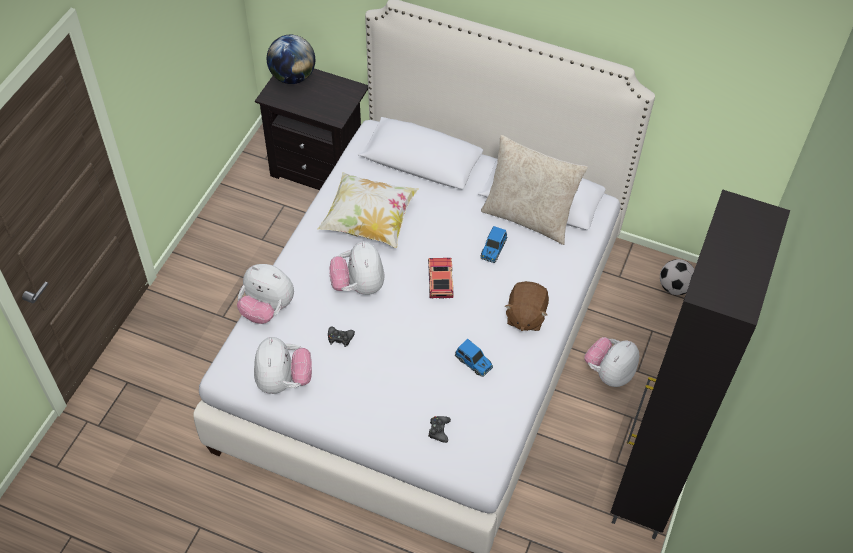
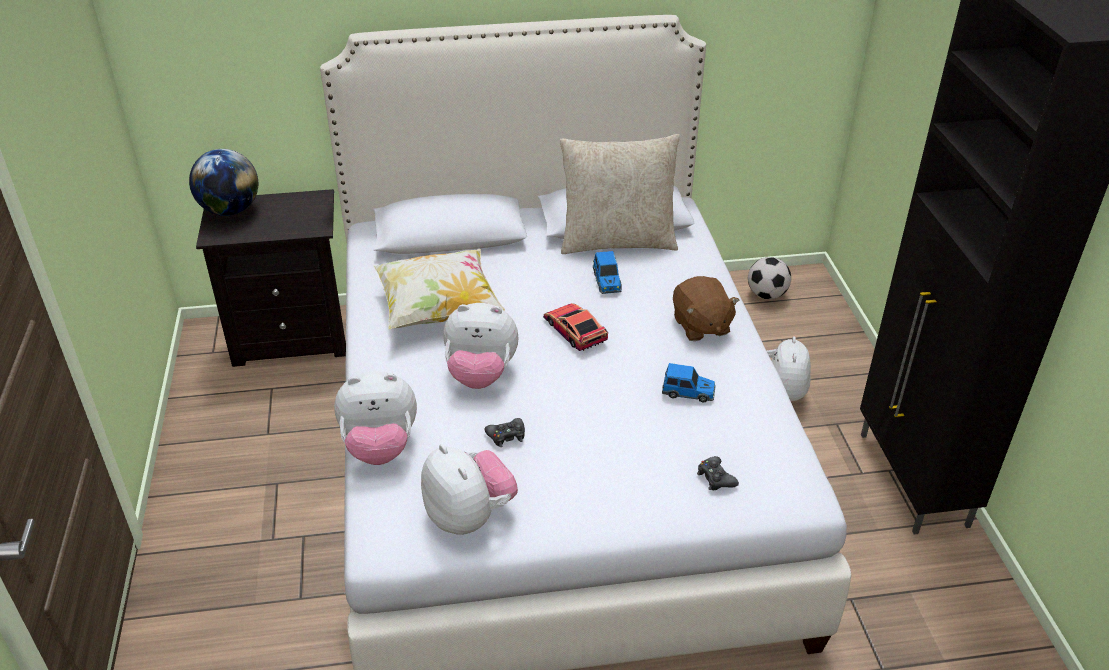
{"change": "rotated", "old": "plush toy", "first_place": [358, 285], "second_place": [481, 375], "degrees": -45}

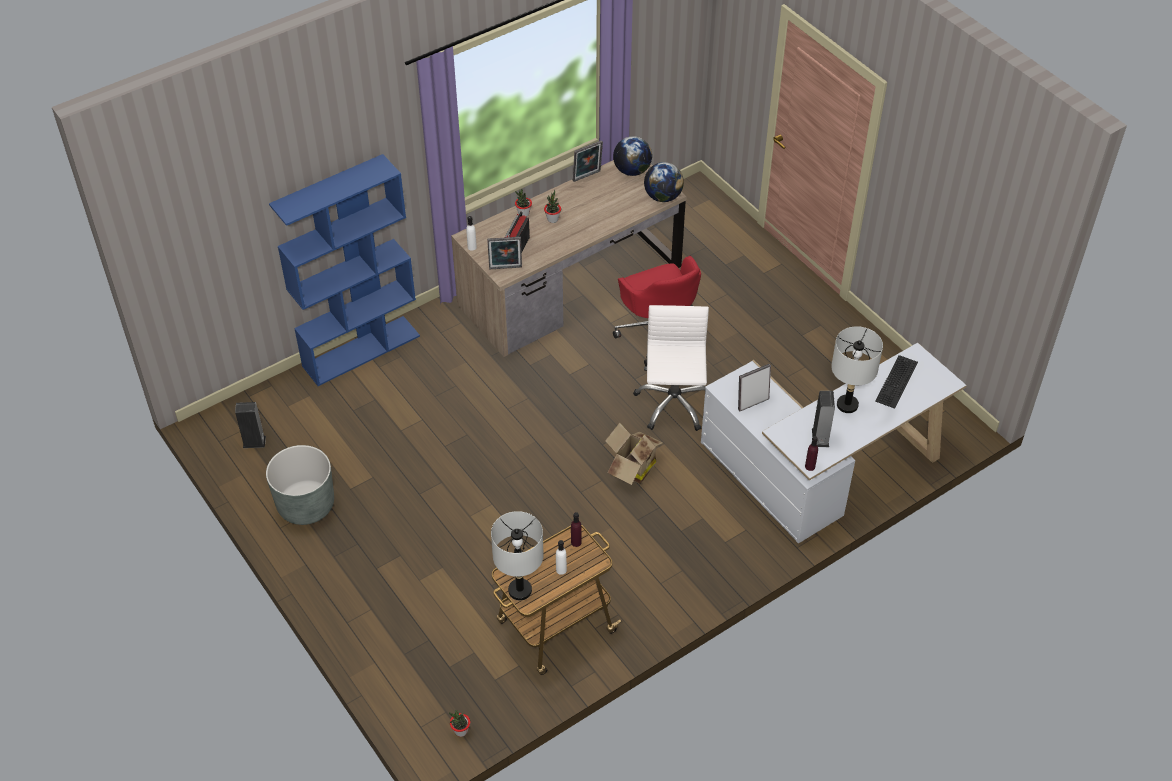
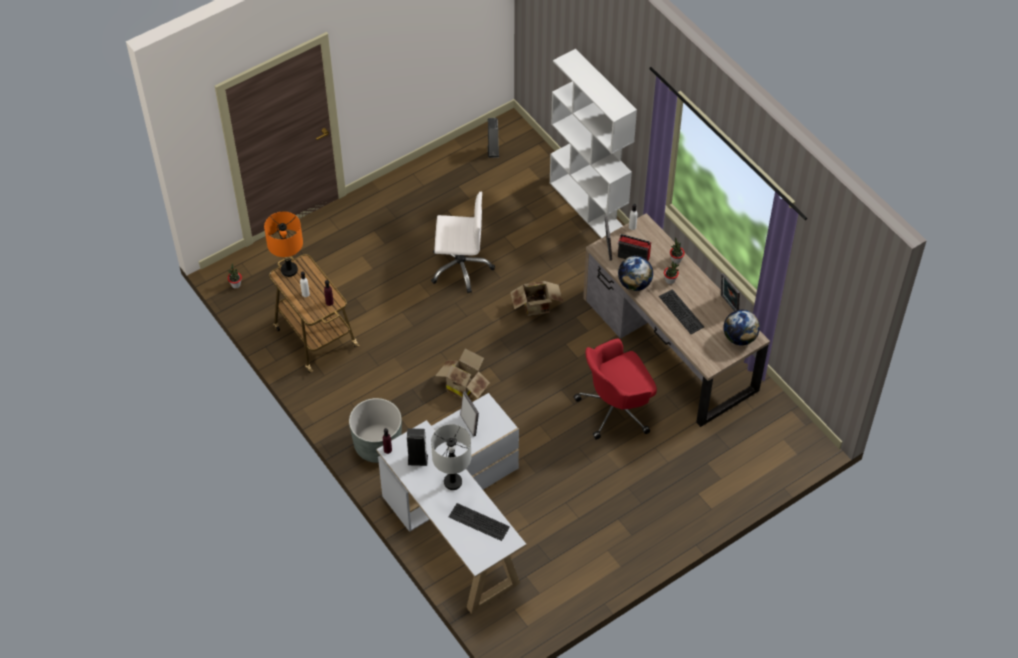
{"change": "repainted", "old": "gray lamp for a table", "new": "orange lamp for a table", "first_place": [520, 590], "second_place": [289, 270]}
{"change": "shifted", "old": "gray flower pot", "first_place": [306, 505], "second_place": [378, 445]}
{"change": "shifted", "old": "whitish office chair", "first_place": [673, 404], "second_place": [461, 267]}
{"change": "new", "new": "carton", "second_place": [537, 308]}
{"change": "repainted", "old": "blue bookshelf", "new": "whitish bookshelf", "first_place": [361, 350], "second_place": [588, 206]}
{"change": "shifted", "old": "world globe", "first_place": [663, 197], "second_place": [634, 284]}
{"change": "new", "new": "PC keyboard", "second_place": [682, 311]}

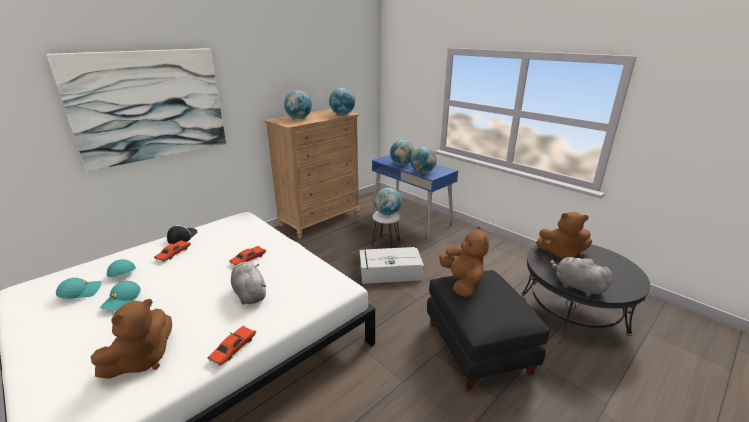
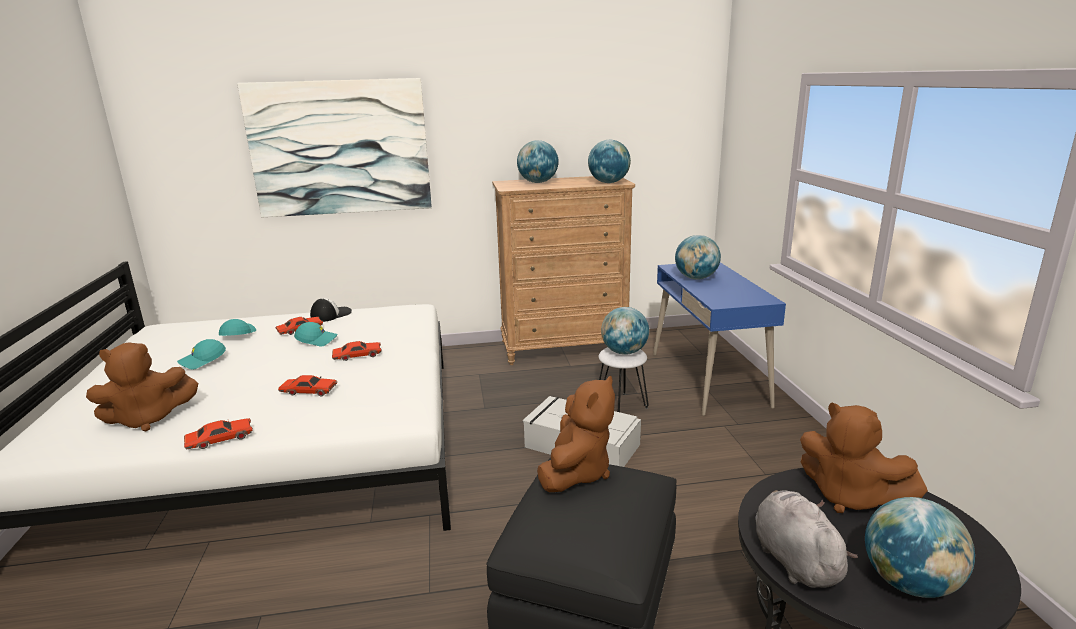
{"change": "swapped", "old": "gray plush toy", "new": "red miniature car", "first_place": [249, 293], "second_place": [308, 391]}
{"change": "shifted", "old": "blue-green baseball cap", "first_place": [81, 292], "second_place": [317, 340]}
{"change": "shifted", "old": "world globe", "first_place": [422, 172], "second_place": [909, 583]}

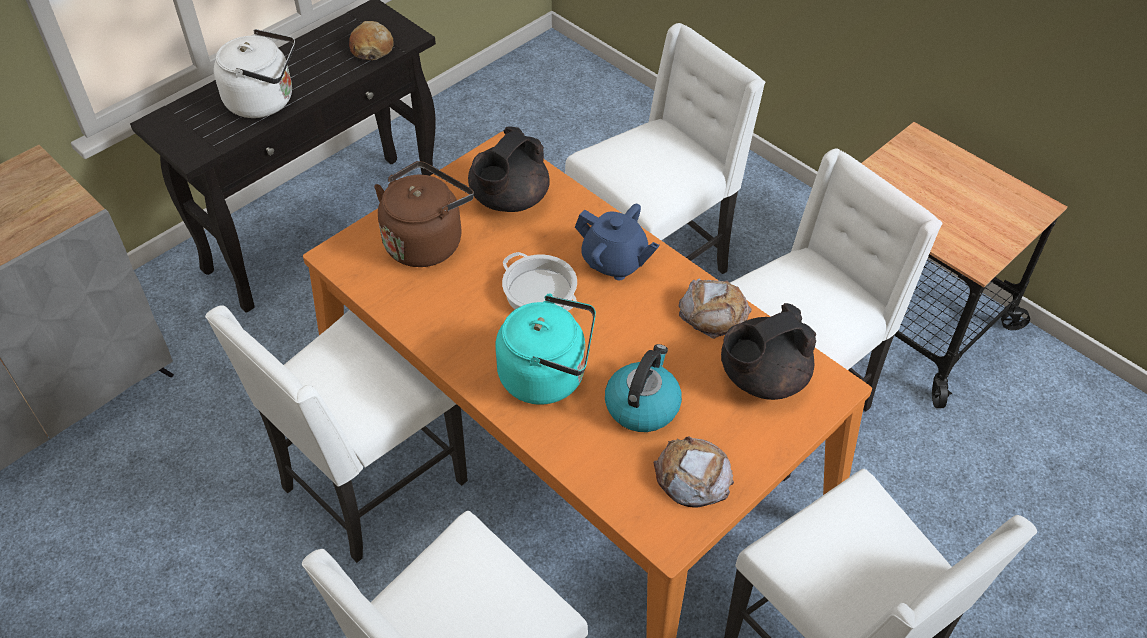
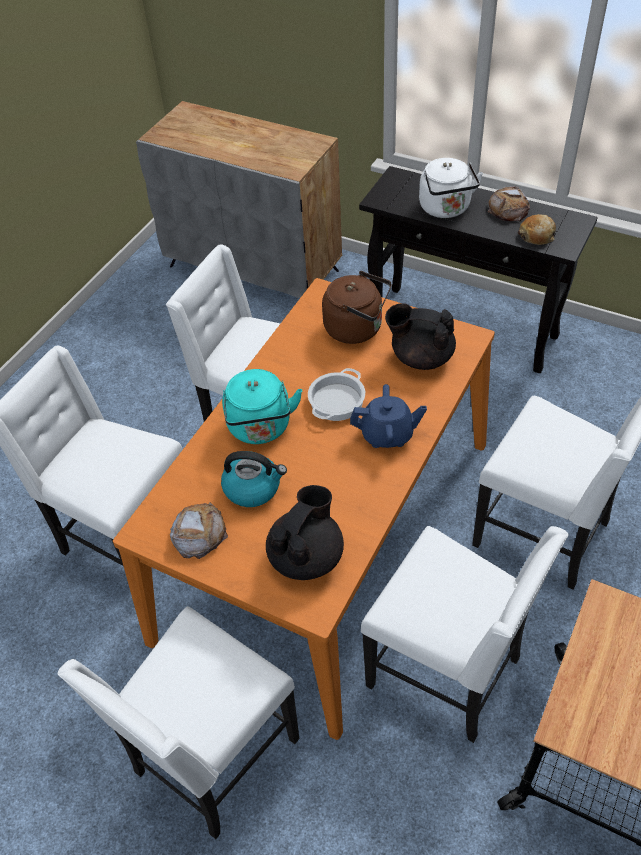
{"change": "rotated", "old": "black-coloured teapot", "first_place": [761, 378], "second_place": [306, 556], "degrees": 75}
{"change": "rotated", "old": "blue teapot", "first_place": [615, 262], "second_place": [387, 435], "degrees": -105}
{"change": "shifted", "old": "baked bread", "first_place": [714, 312], "second_place": [508, 209]}

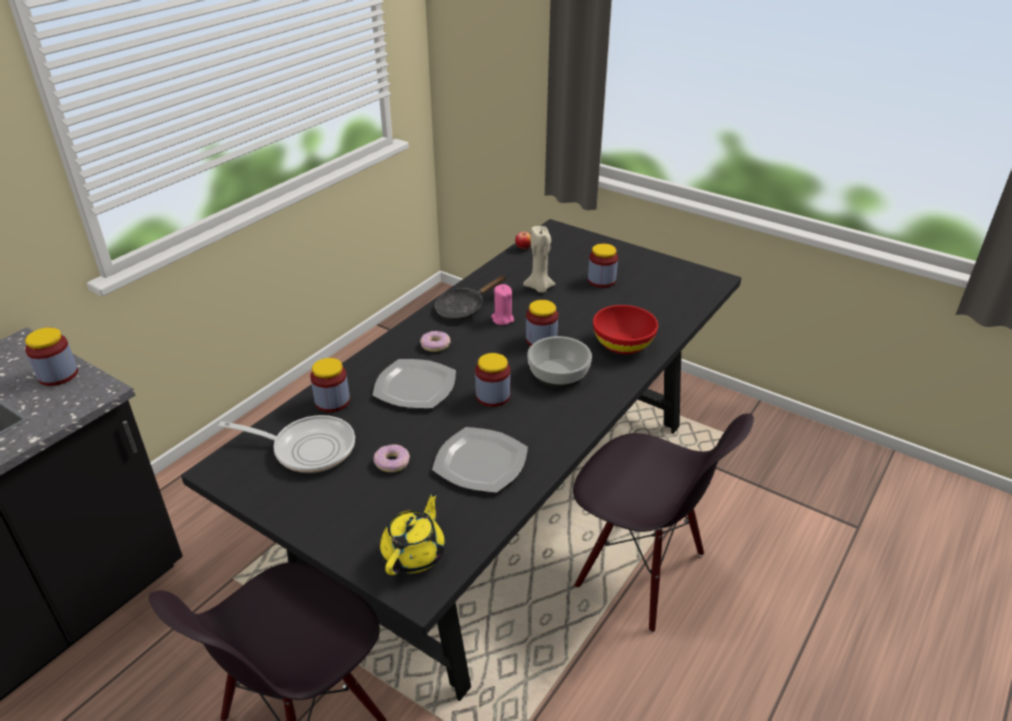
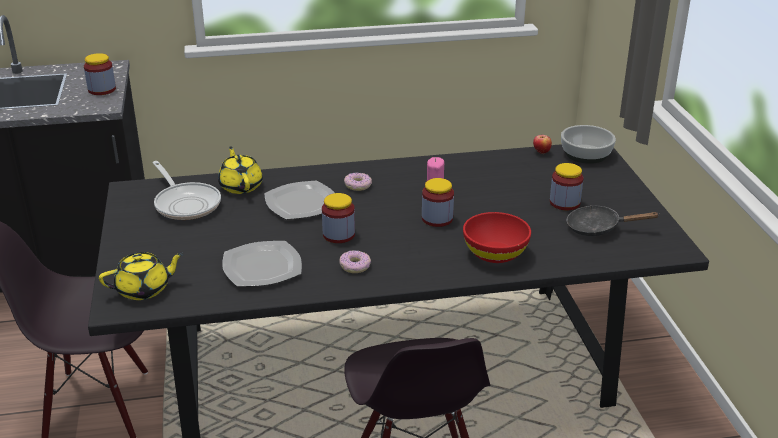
{"change": "swapped", "old": "preserve jar", "new": "yellow teapot", "first_place": [332, 401], "second_place": [241, 186]}
{"change": "shifted", "old": "ring doughnut", "first_place": [392, 462], "second_place": [355, 266]}
{"change": "shifted", "old": "deep dish", "first_place": [558, 373], "second_place": [586, 153]}
{"change": "shifted", "old": "black-coloured pan", "first_place": [464, 309], "second_place": [598, 228]}
{"change": "gone", "old": "sand-coloured wax candle", "first_place": [539, 288]}

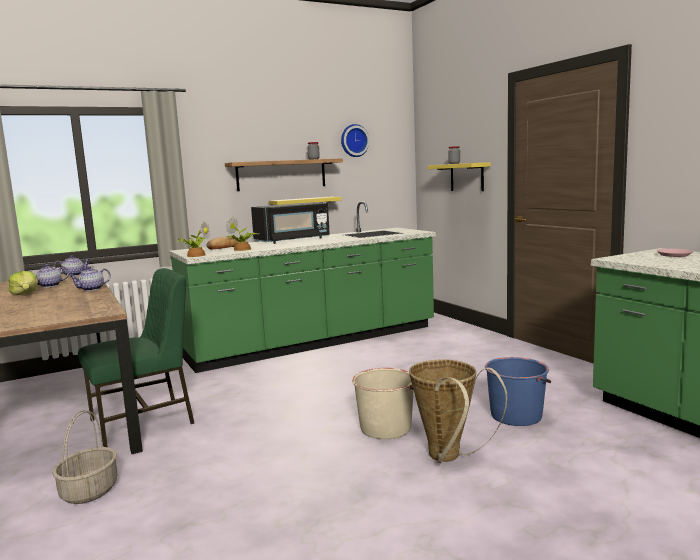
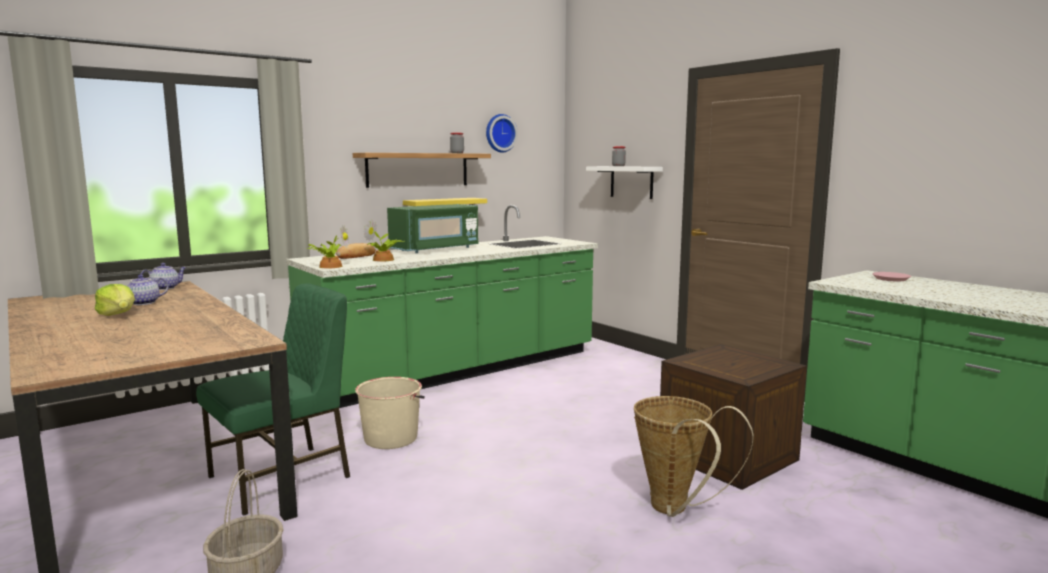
{"change": "shifted", "old": "sand-coloured bucket", "first_place": [386, 428], "second_place": [391, 438]}
{"change": "repainted", "old": "black-coloured microwave oven", "new": "greenish microwave oven", "first_place": [293, 240], "second_place": [436, 249]}
{"change": "repainted", "old": "yellow shelf", "new": "whitish shelf", "first_place": [467, 177], "second_place": [631, 182]}
{"change": "swapped", "old": "blue bucket", "new": "crate", "first_place": [516, 415], "second_place": [727, 456]}
{"change": "gone", "old": "teapot", "first_place": [91, 289]}

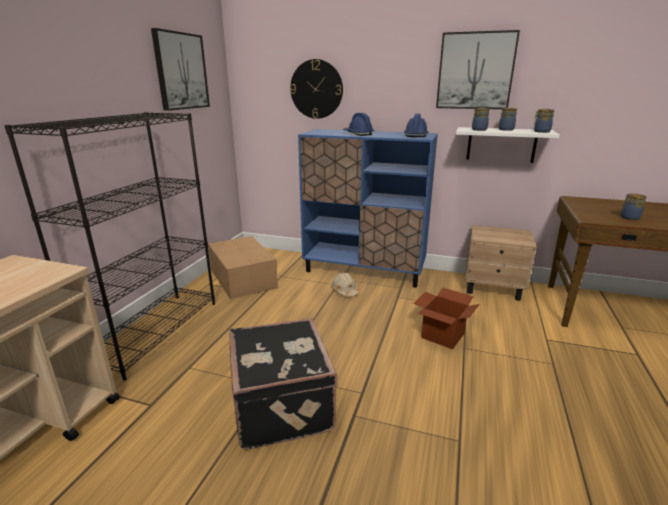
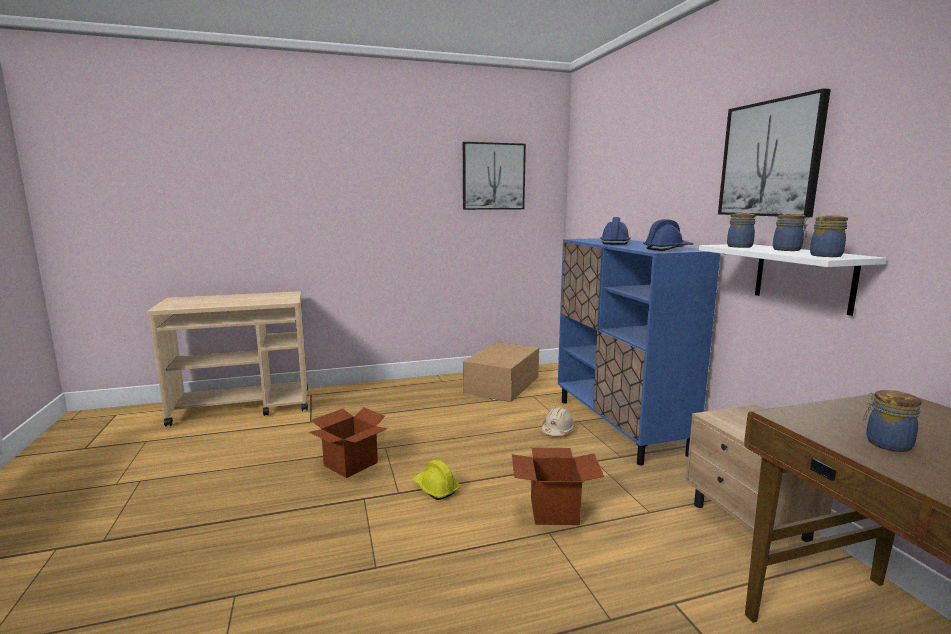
{"change": "swapped", "old": "black-coloured travel case", "new": "carton", "first_place": [284, 404], "second_place": [350, 464]}
{"change": "new", "new": "yellow work helmet", "second_place": [435, 488]}
{"change": "gone", "old": "black-coloured bookshelf", "first_place": [155, 331]}
{"change": "gone", "old": "clock on the wall", "first_place": [316, 89]}

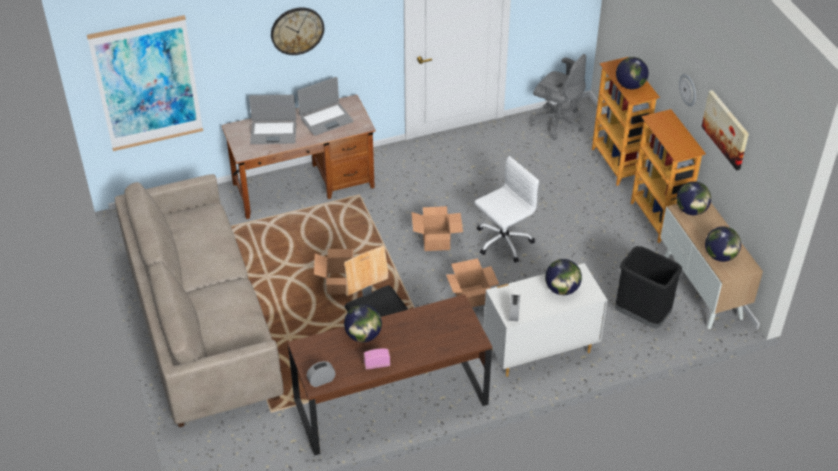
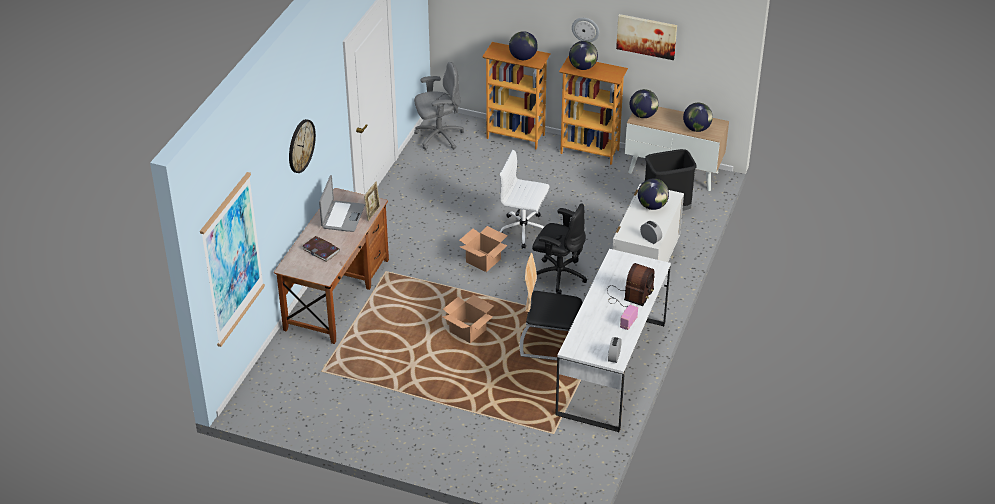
{"change": "swapped", "old": "portable computer", "new": "bound book", "first_place": [273, 133], "second_place": [321, 250]}
{"change": "new", "new": "standing frame", "second_place": [373, 213]}
{"change": "rotated", "old": "whitish office chair", "first_place": [502, 242], "second_place": [524, 231], "degrees": -75}
{"change": "swapped", "old": "carton", "new": "black-coloured office chair", "first_place": [471, 297], "second_place": [558, 275]}
{"change": "repainted", "old": "brownish desk", "new": "whitish desk", "first_place": [391, 402], "second_place": [611, 368]}
{"change": "shifted", "old": "world globe", "first_place": [363, 335], "second_place": [583, 67]}
{"change": "new", "new": "radio receiver", "second_place": [630, 296]}
{"change": "gone", "old": "sand-coloured sofa", "first_place": [202, 325]}

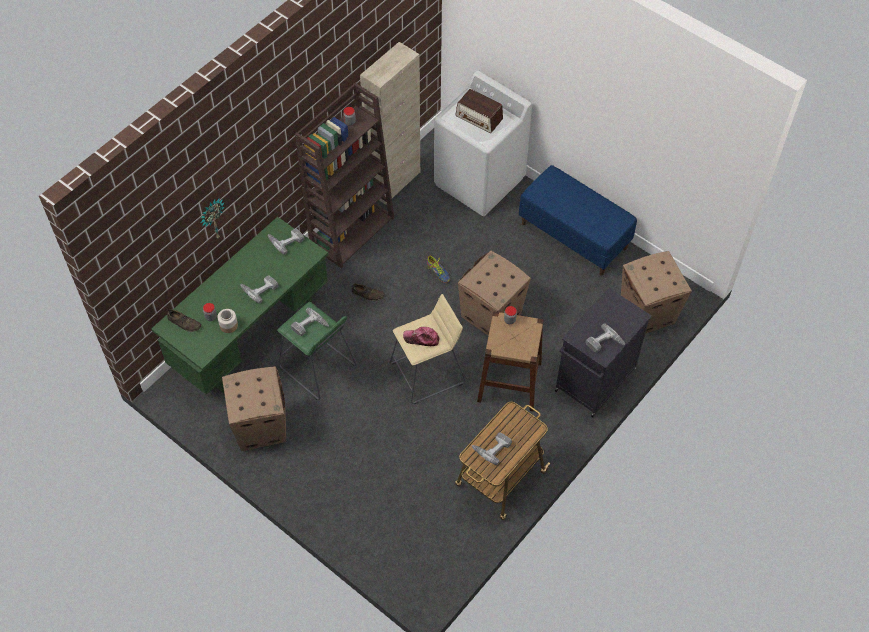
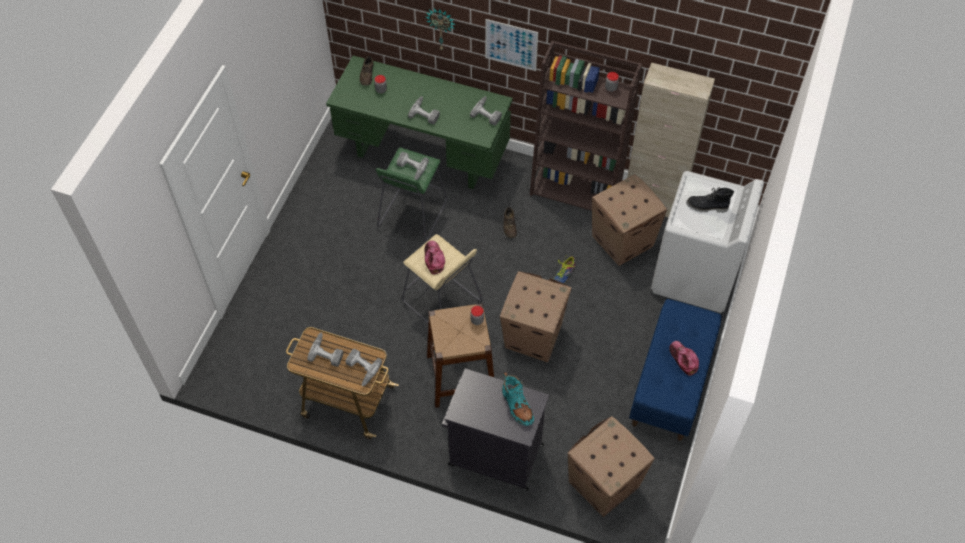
{"change": "shifted", "old": "power drill", "first_place": [605, 343], "second_place": [361, 369]}
{"change": "new", "new": "wall picture", "second_place": [511, 45]}
{"change": "new", "new": "blue-green boot", "second_place": [517, 405]}
{"change": "shifted", "old": "carton", "first_place": [260, 426], "second_place": [623, 240]}
{"change": "new", "new": "baseball cap", "second_place": [683, 359]}
{"change": "swapped", "old": "radio receiver", "new": "black-coloured boot", "first_place": [479, 118], "second_place": [706, 207]}
{"change": "gone", "old": "preserve jar", "first_place": [228, 325]}

